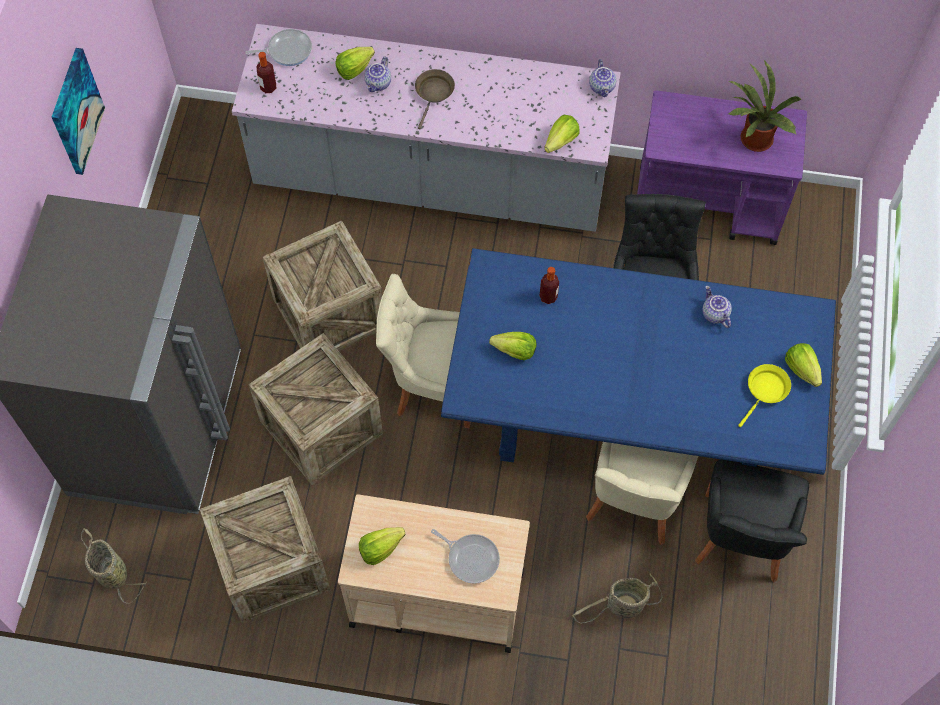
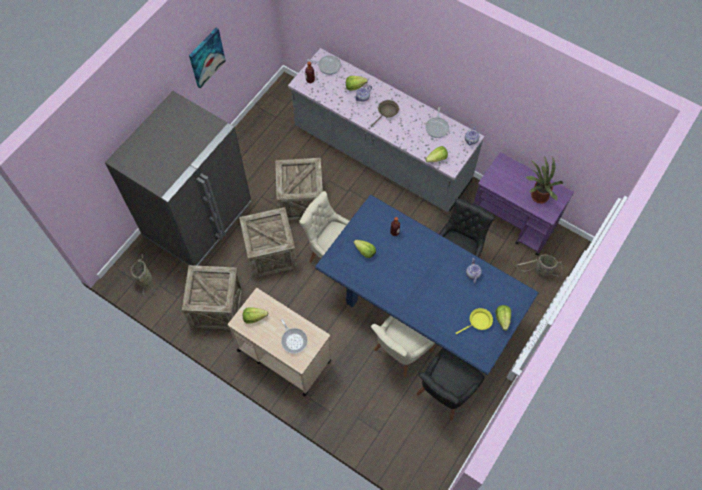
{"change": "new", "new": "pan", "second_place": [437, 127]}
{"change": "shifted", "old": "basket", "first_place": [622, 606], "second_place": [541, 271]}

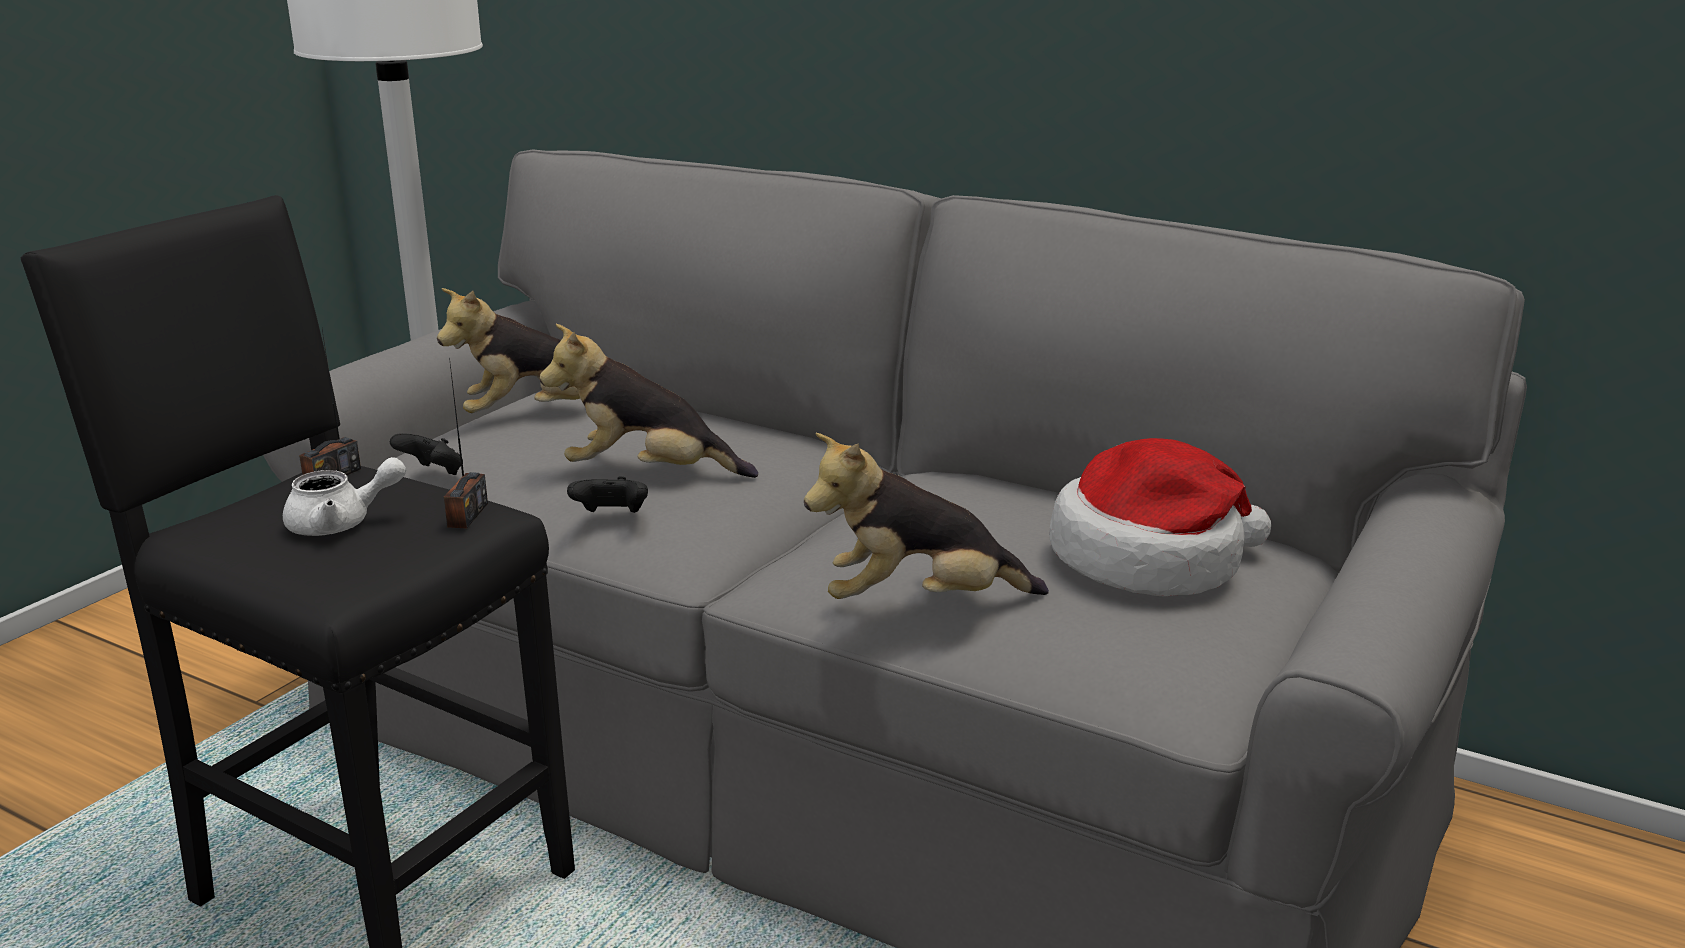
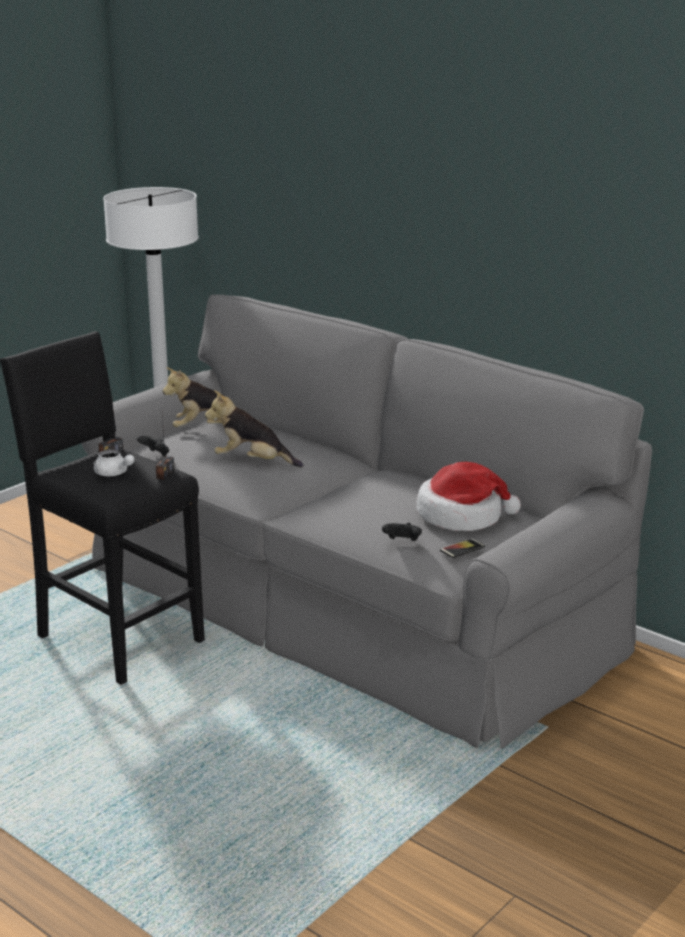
{"change": "rotated", "old": "whitish teapot", "first_place": [341, 524], "second_place": [113, 474], "degrees": 45}
{"change": "shifted", "old": "black-coloured gamepad", "first_place": [611, 517], "second_place": [402, 542]}
{"change": "new", "new": "handset", "second_place": [462, 549]}
{"change": "gone", "old": "plush toy", "first_place": [919, 603]}

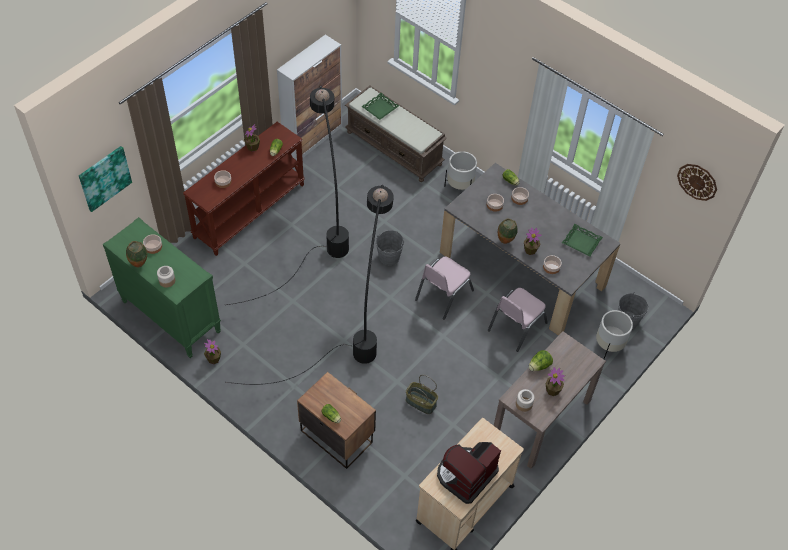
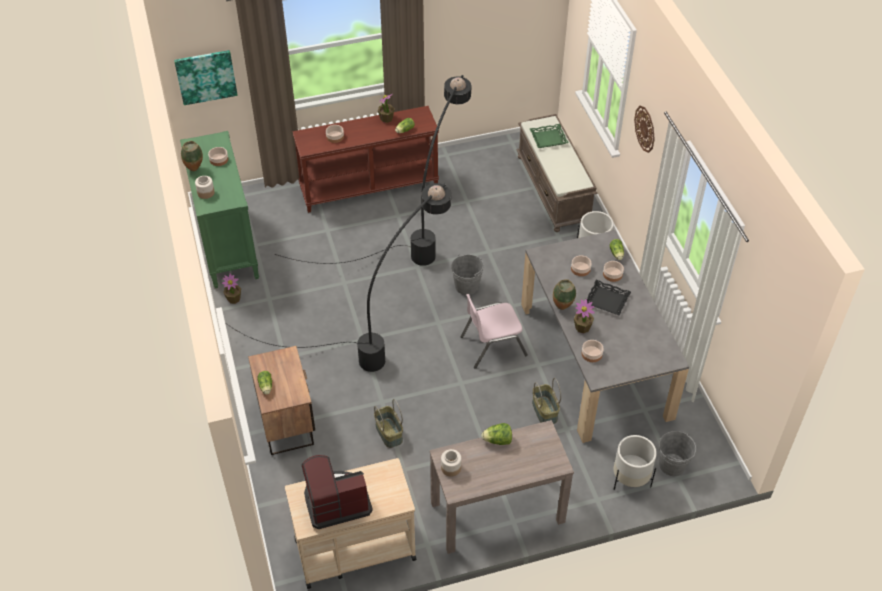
{"change": "swapped", "old": "pink-coloured chair", "new": "basket", "first_place": [516, 326], "second_place": [544, 411]}
{"change": "new", "new": "black-coloured serving tray", "second_place": [607, 300]}
{"change": "shifted", "old": "clock on the wall", "first_place": [697, 181], "second_place": [645, 129]}
{"change": "gone", "old": "cabinet", "first_place": [313, 138]}
{"change": "gone", "old": "plant in a pot", "first_place": [552, 390]}
{"change": "gone", "old": "greenish serving tray", "first_place": [581, 242]}

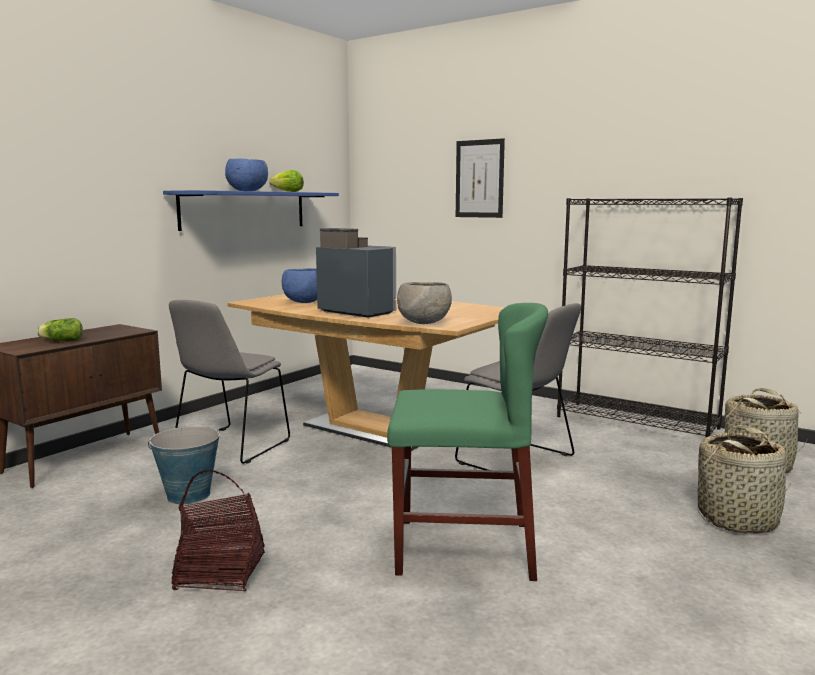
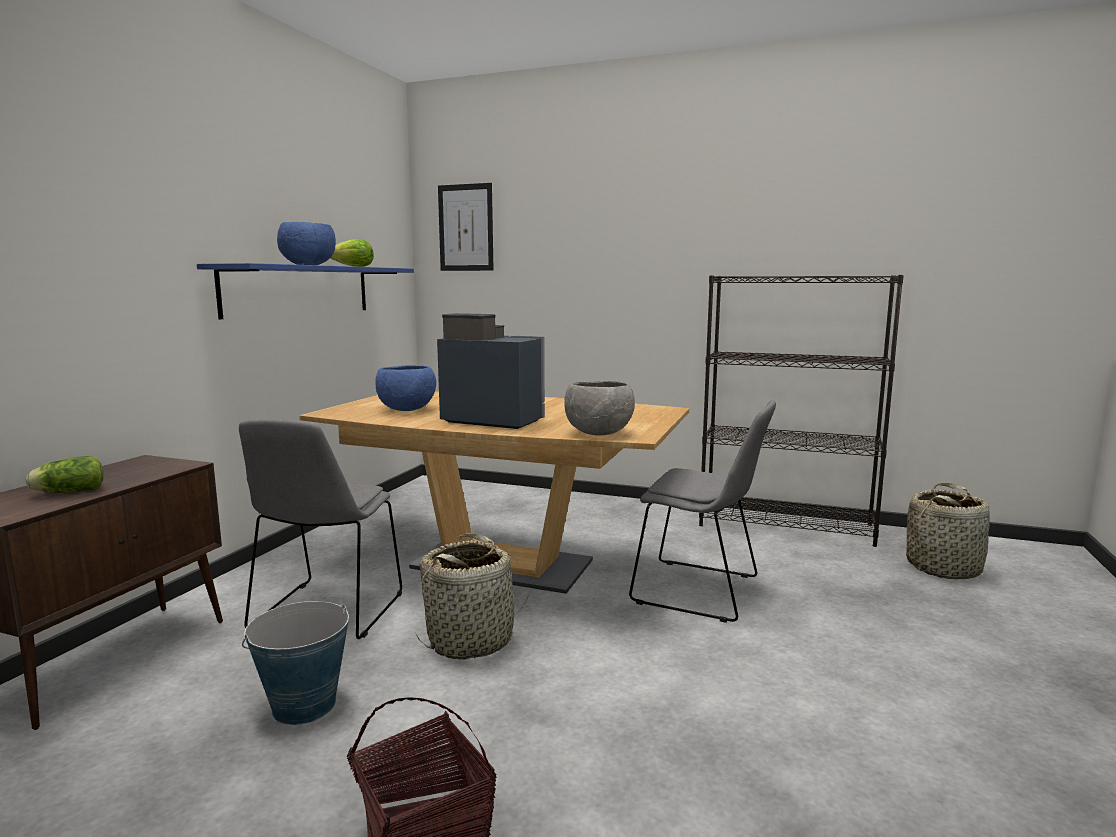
{"change": "shifted", "old": "basket", "first_place": [738, 519], "second_place": [471, 640]}
{"change": "shifted", "old": "wall picture", "first_place": [479, 179], "second_place": [466, 228]}
{"change": "gone", "old": "greenish chair", "first_place": [464, 548]}

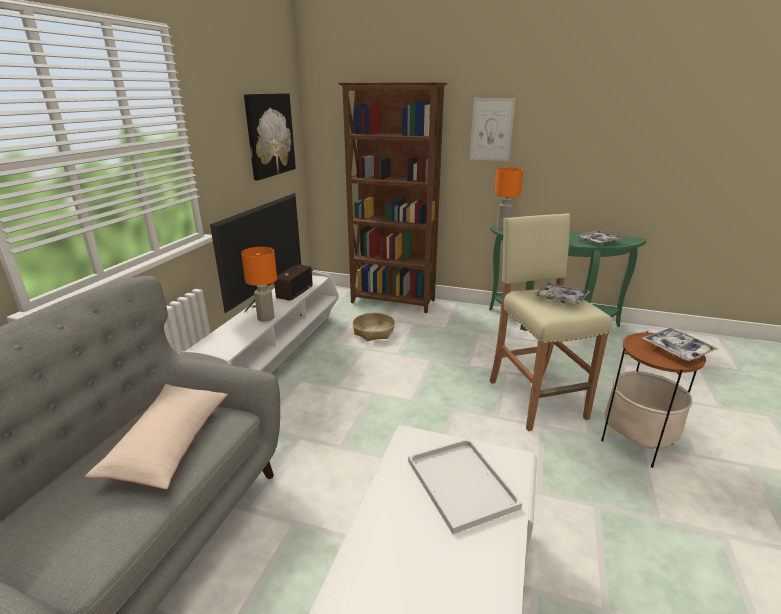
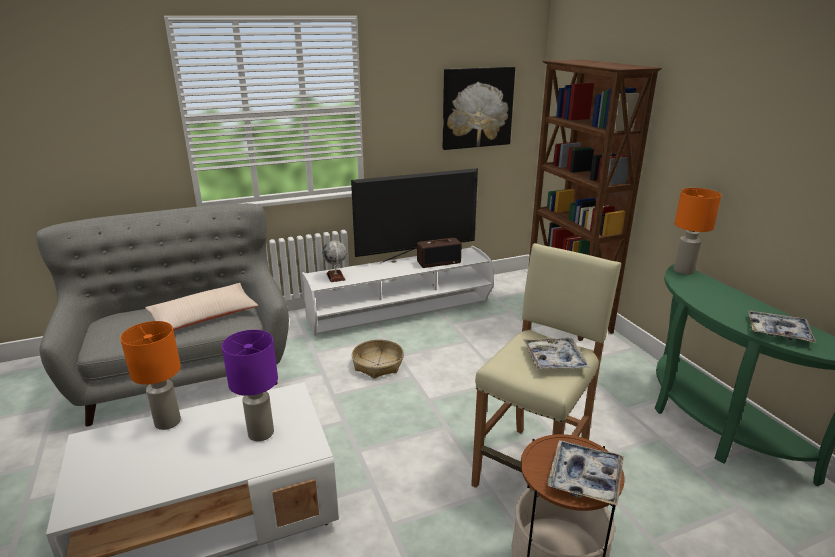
{"change": "shifted", "old": "orange lamp for a table", "first_place": [266, 318], "second_place": [167, 422]}
{"change": "swapped", "old": "whitish serving tray", "new": "purple-coloured lamp for a table", "first_place": [459, 482], "second_place": [261, 433]}
{"change": "new", "new": "world globe", "second_place": [336, 276]}
{"change": "shifted", "old": "basket", "first_place": [374, 332], "second_place": [378, 364]}
{"change": "gone", "old": "wall picture", "first_place": [491, 129]}

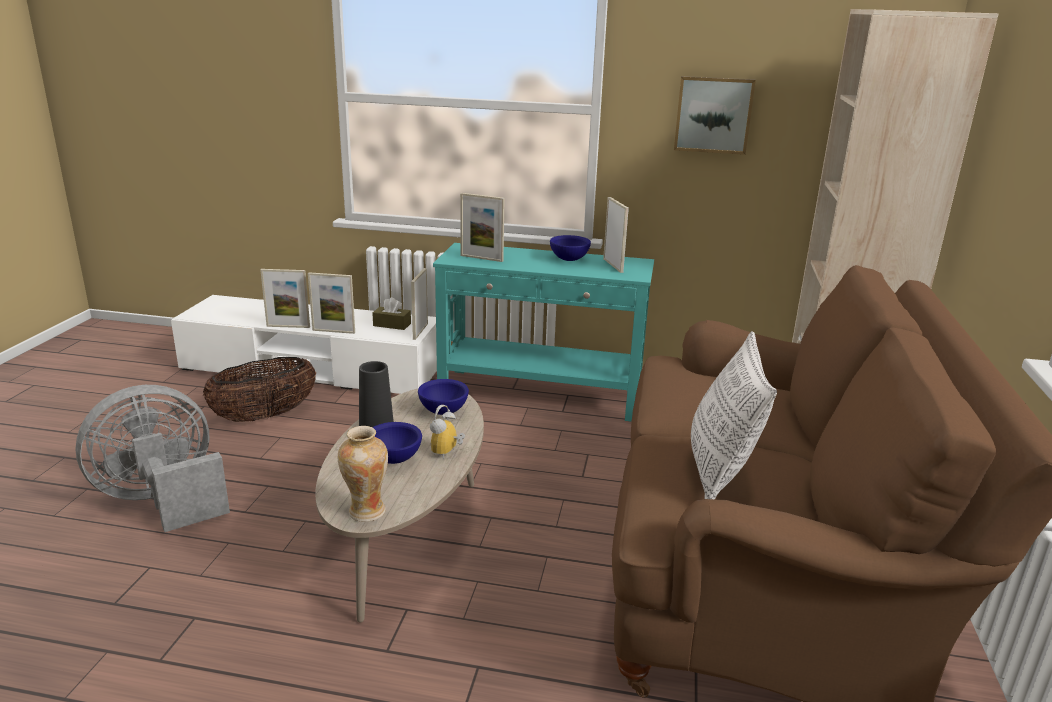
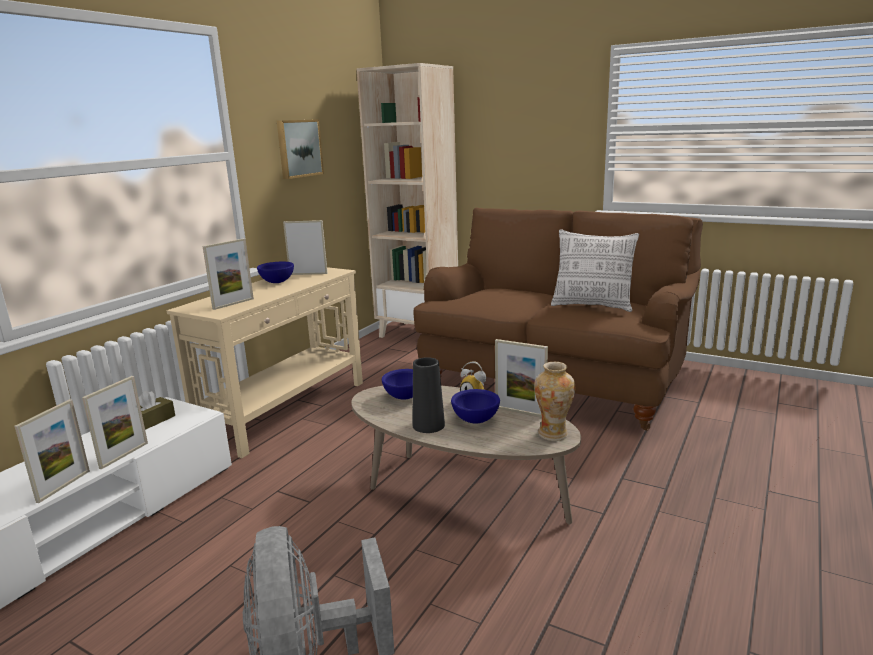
{"change": "repainted", "old": "blue-green narrow table", "new": "sand-coloured narrow table", "first_place": [541, 395], "second_place": [286, 410]}
{"change": "shifted", "old": "standing frame", "first_place": [420, 331], "second_place": [520, 412]}
{"change": "gone", "old": "basket", "first_place": [265, 416]}

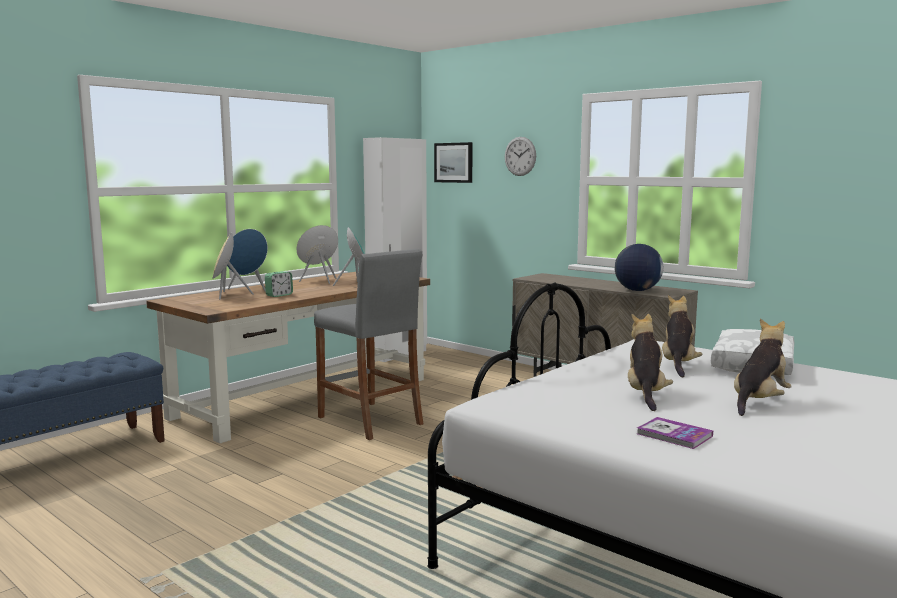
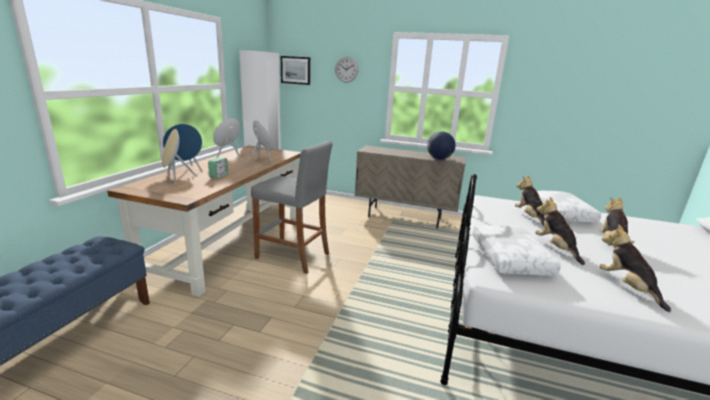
{"change": "new", "new": "whitish cushion", "second_place": [511, 258]}
{"change": "swapped", "old": "bound book", "new": "plush toy", "first_place": [674, 435], "second_place": [627, 287]}

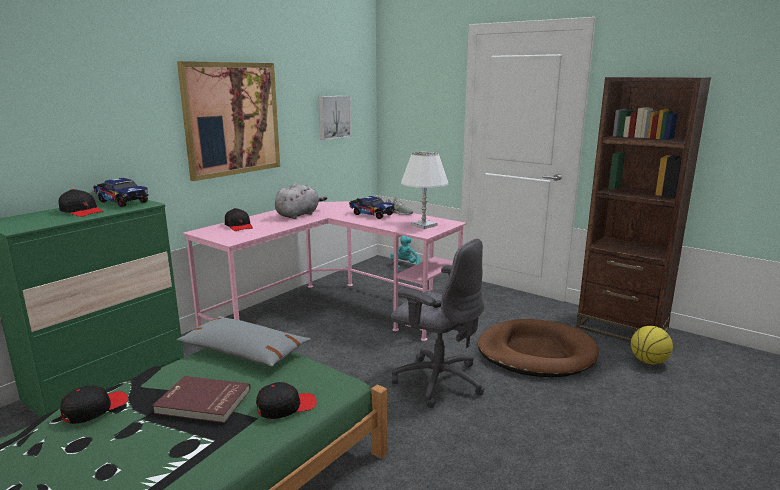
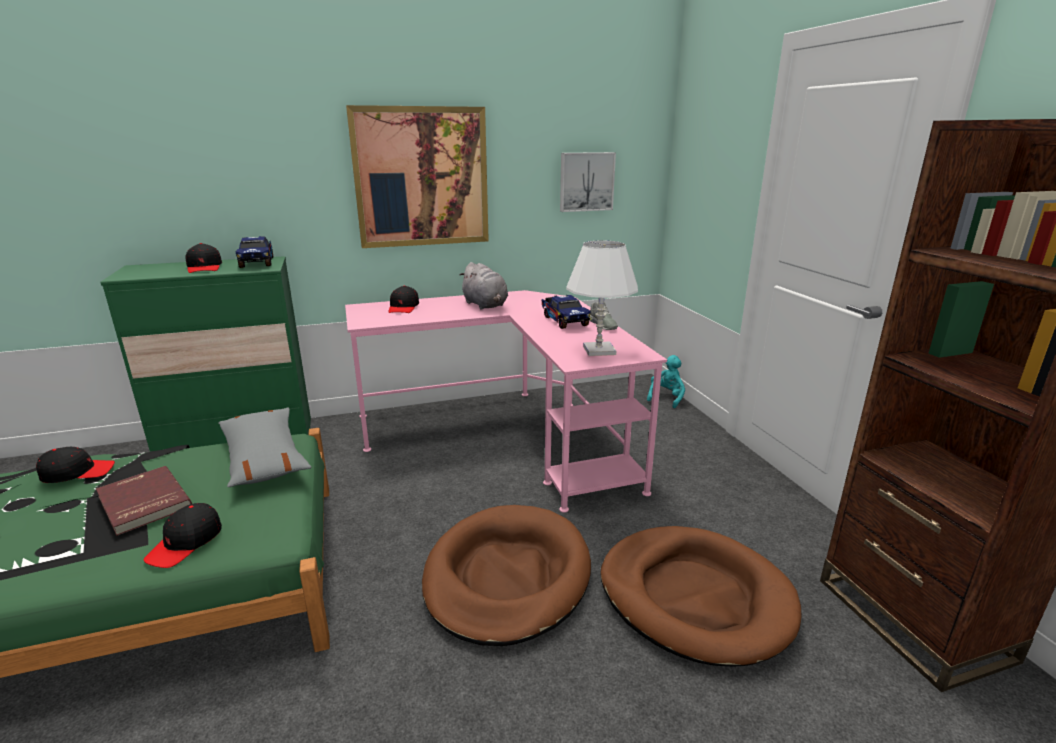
{"change": "rotated", "old": "black-coloured baseball cap", "first_place": [286, 407], "second_place": [186, 543], "degrees": 105}
{"change": "swapped", "old": "gray office chair", "new": "brownish pet bed", "first_place": [437, 380], "second_place": [507, 576]}
{"change": "rotated", "old": "gray plush toy", "first_place": [299, 215], "second_place": [485, 305], "degrees": 75}
{"change": "gone", "old": "ball for basketball", "first_place": [648, 361]}

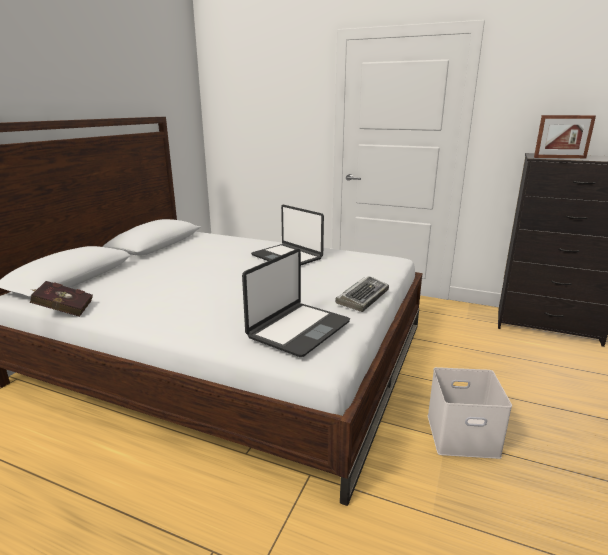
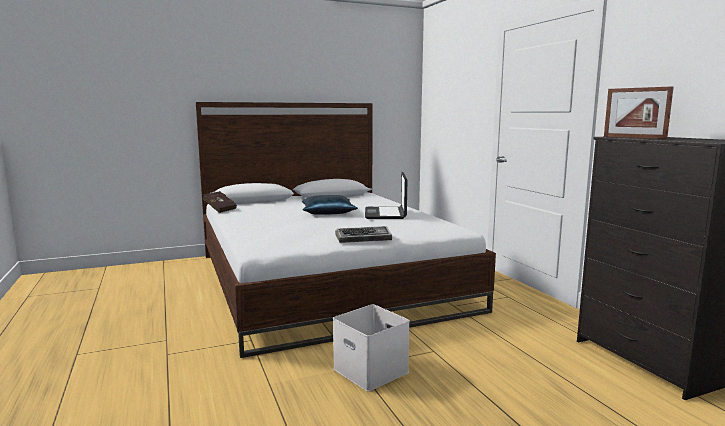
{"change": "new", "new": "blue cushion", "second_place": [328, 212]}
{"change": "gone", "old": "portable computer", "first_place": [298, 329]}

